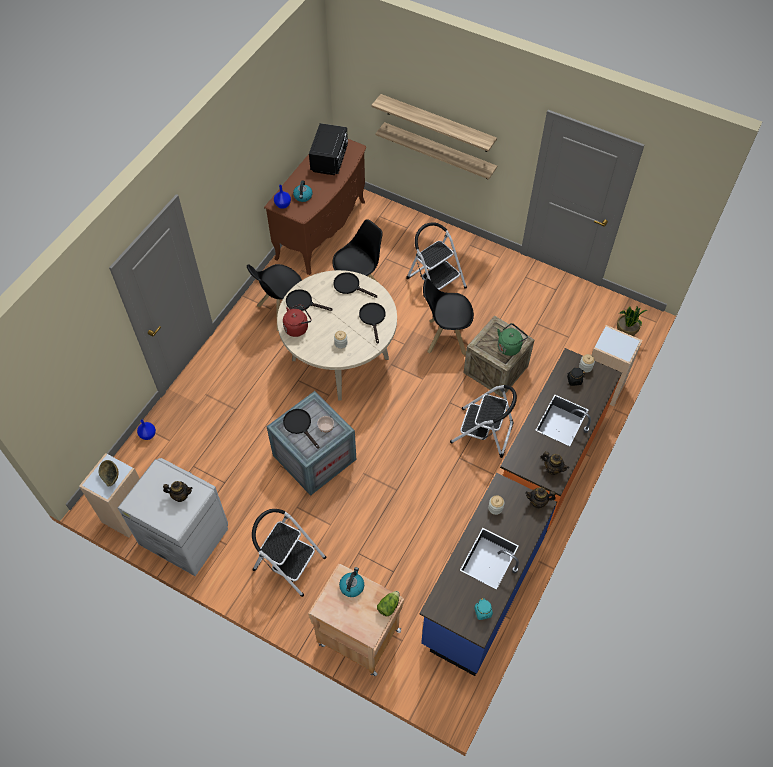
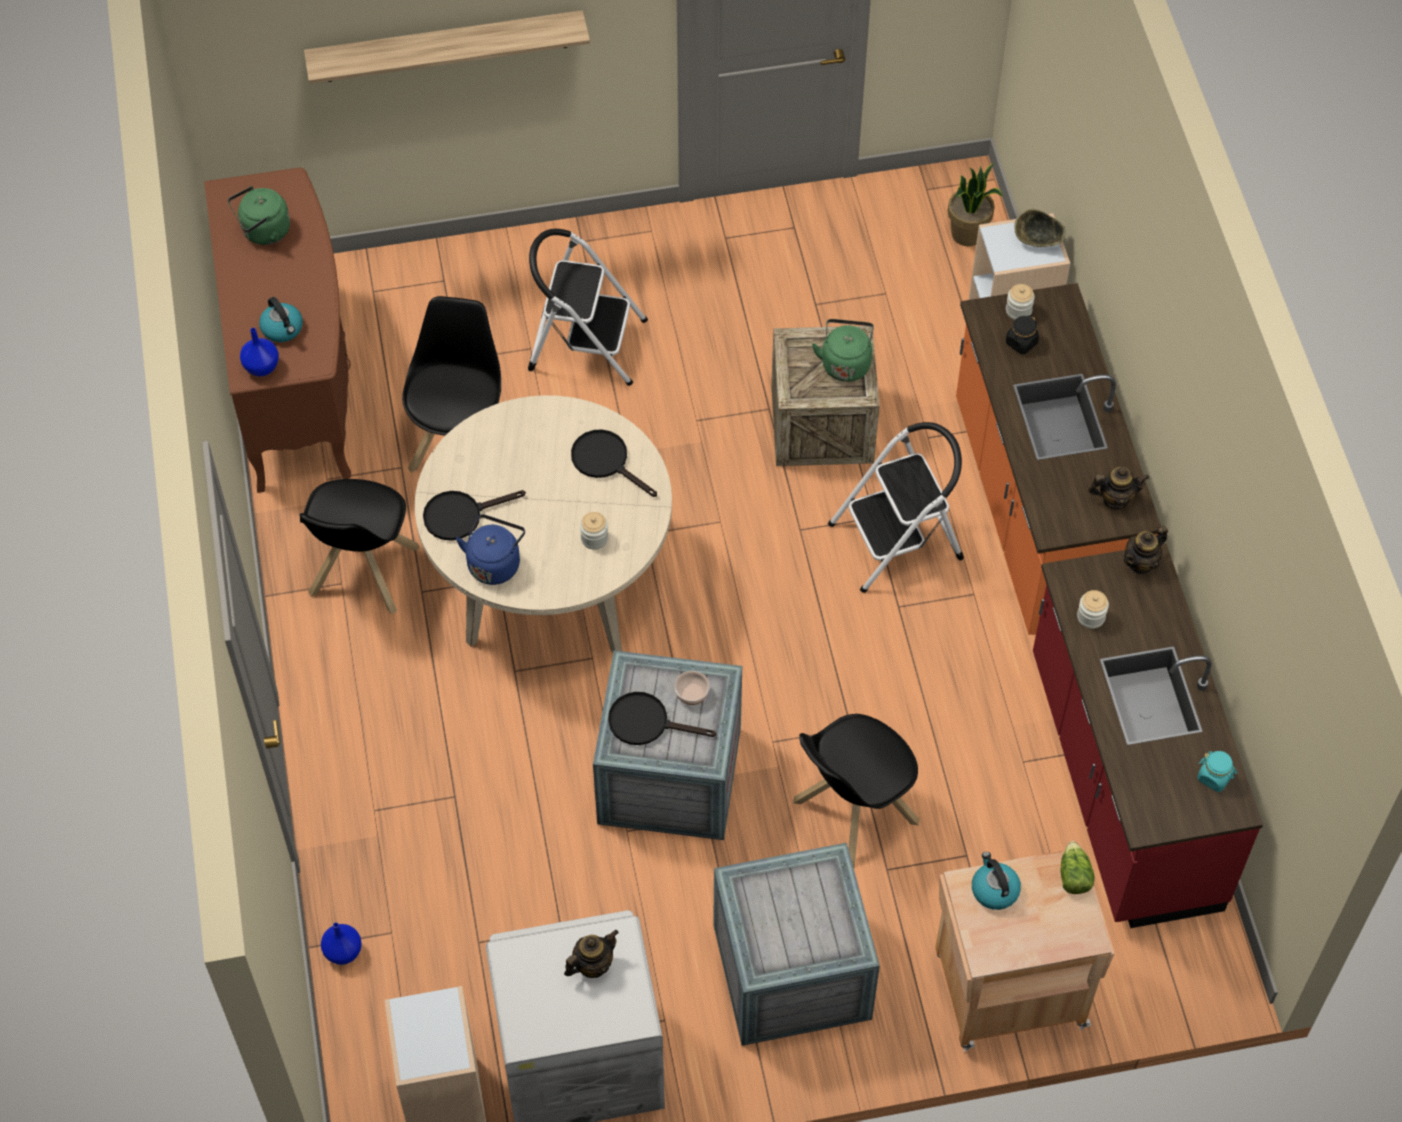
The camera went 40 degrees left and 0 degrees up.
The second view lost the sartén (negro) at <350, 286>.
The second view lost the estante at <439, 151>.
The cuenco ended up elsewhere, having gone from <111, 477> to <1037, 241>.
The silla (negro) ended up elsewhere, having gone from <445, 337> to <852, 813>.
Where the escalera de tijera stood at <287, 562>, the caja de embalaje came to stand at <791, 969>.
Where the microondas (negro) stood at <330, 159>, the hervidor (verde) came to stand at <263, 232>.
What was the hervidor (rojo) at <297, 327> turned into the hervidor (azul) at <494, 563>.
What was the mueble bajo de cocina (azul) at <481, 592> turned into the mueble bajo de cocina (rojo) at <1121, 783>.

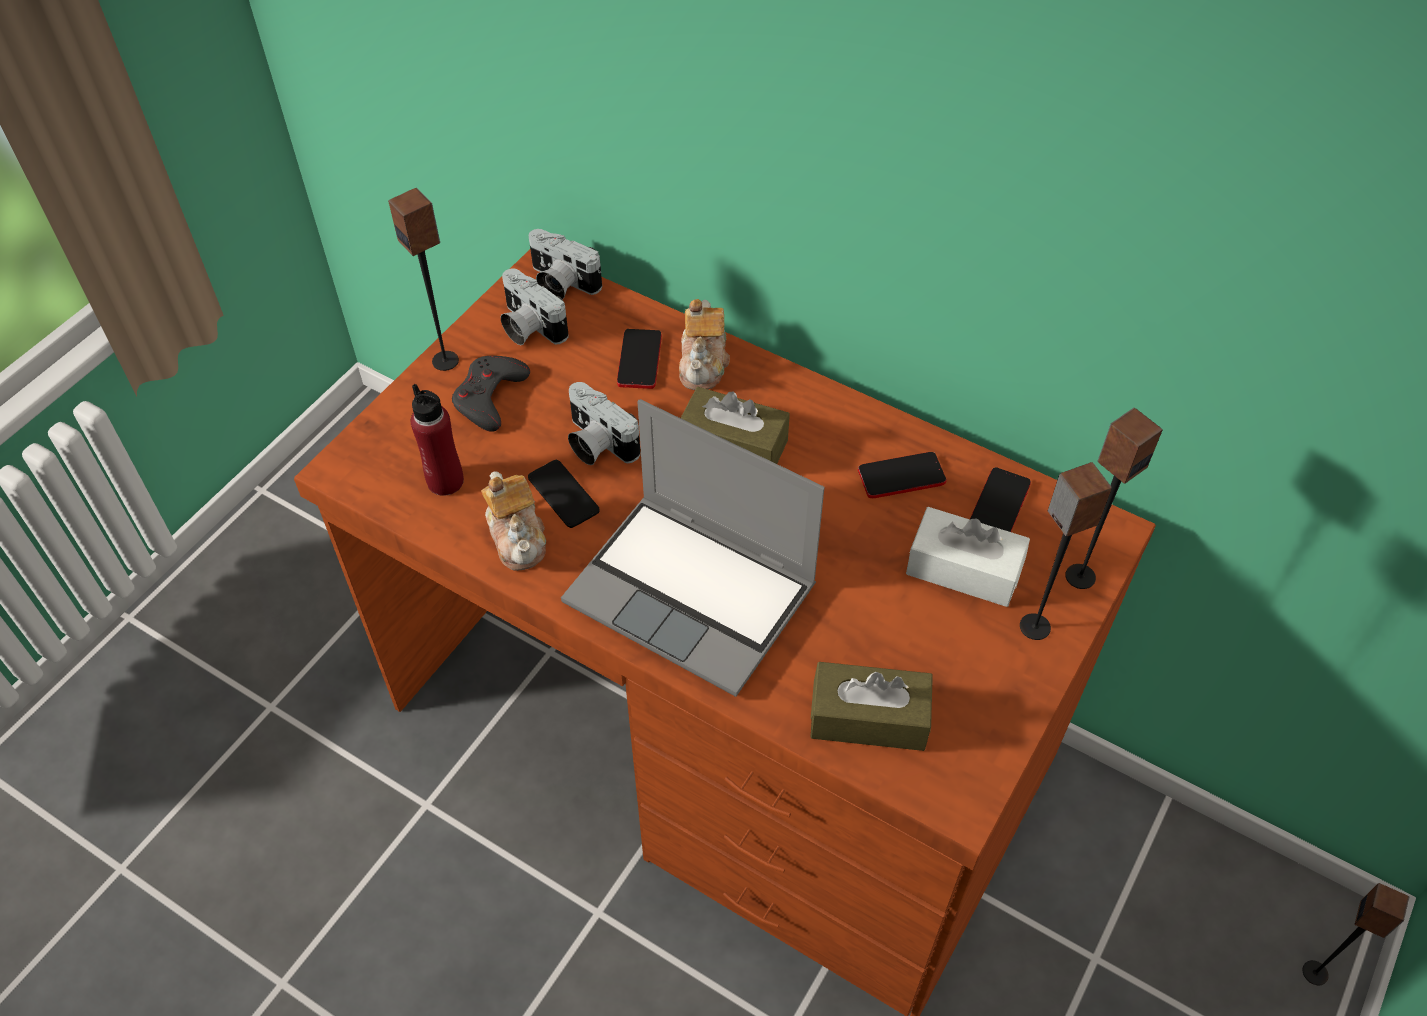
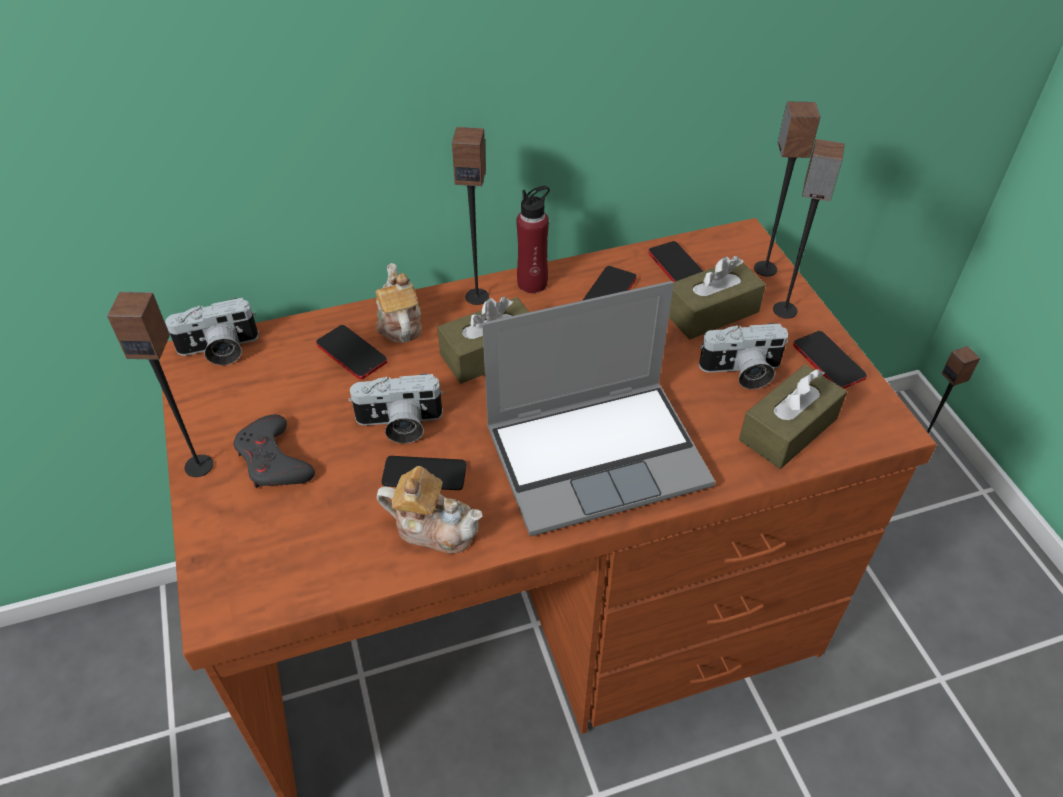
The camera went 50 degrees left and 5 degrees down.
The second view gained the altavoz at <477, 296>.
The second view gained the móvil at <828, 361>.
The botella (rojo) ended up elsewhere, having gone from <445, 481> to <532, 283>.
The cámara ended up elsewhere, having gone from <528, 327> to <741, 372>.
What was the caja de pañuelos (blanco) at <963, 569> turned into the caja de pañuelos (marrón) at <711, 312>.
The tetera at <704, 364> ended up facing another way, 150 degrees counterclockwise from before.

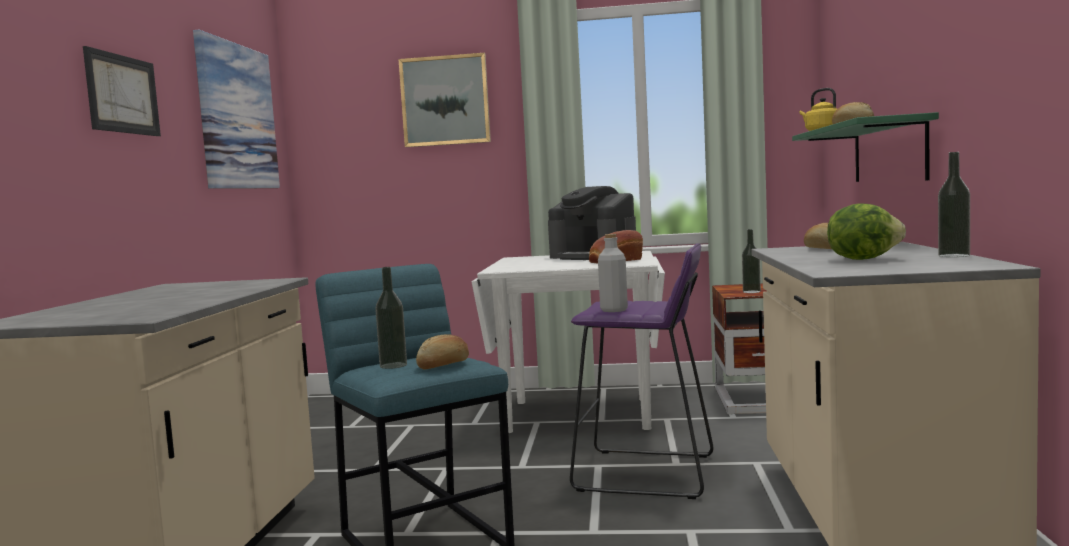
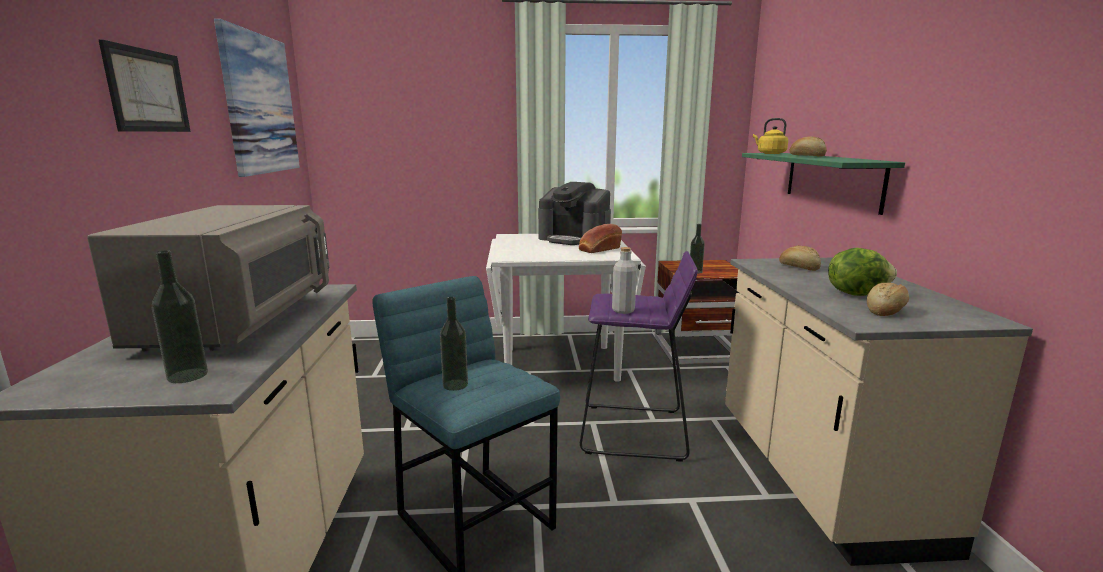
The camera went 10 degrees left and 10 degrees up.
The second view lost the cuadro at <445, 101>.
The second view gained the microondas (gris) at <242, 321>.
The pan ended up elsewhere, having gone from <444, 365> to <885, 311>.
The botella ended up elsewhere, having gone from <954, 255> to <187, 375>.

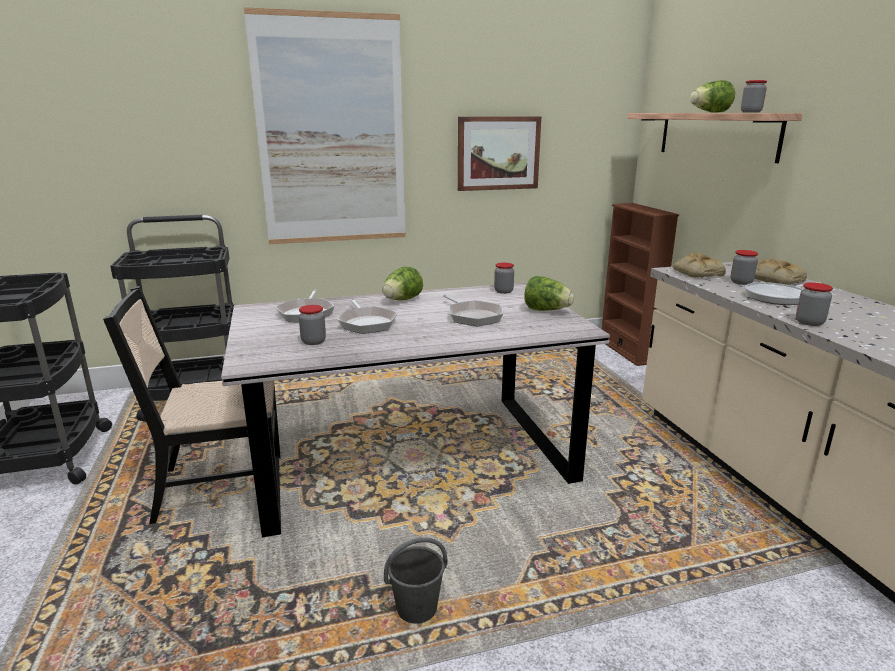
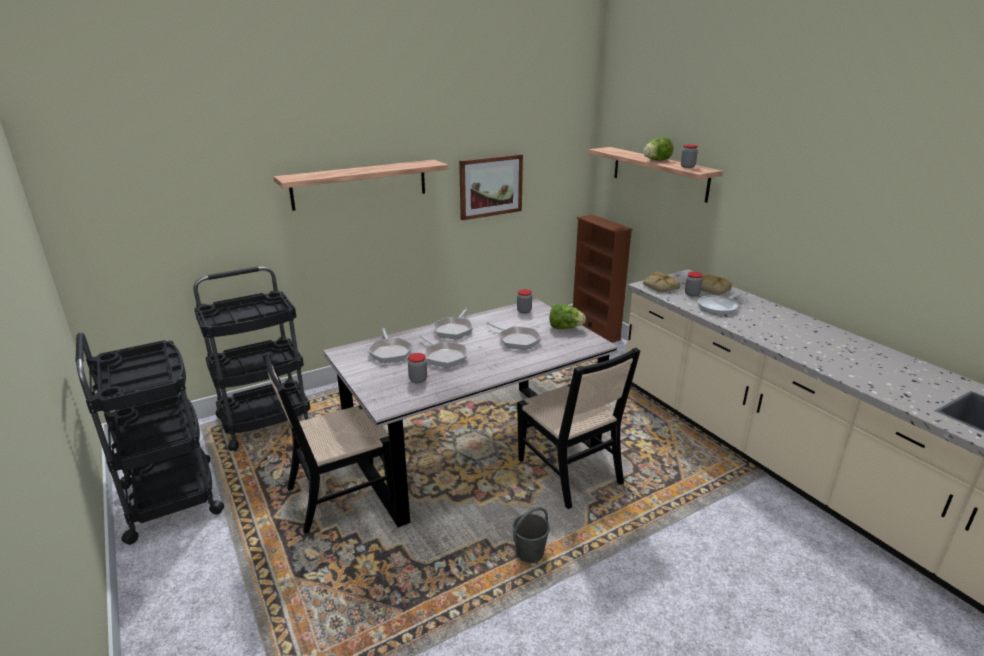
The camera went 15 degrees left and 5 degrees up.
The second view lost the tarro at <809, 322>.
The second view gained the silla at <569, 472>.
Where the cuadro hung at <332, 133>, the estante came to hang at <360, 184>.
Where the lechuga stood at <402, 300>, the sartén came to stand at <454, 329>.

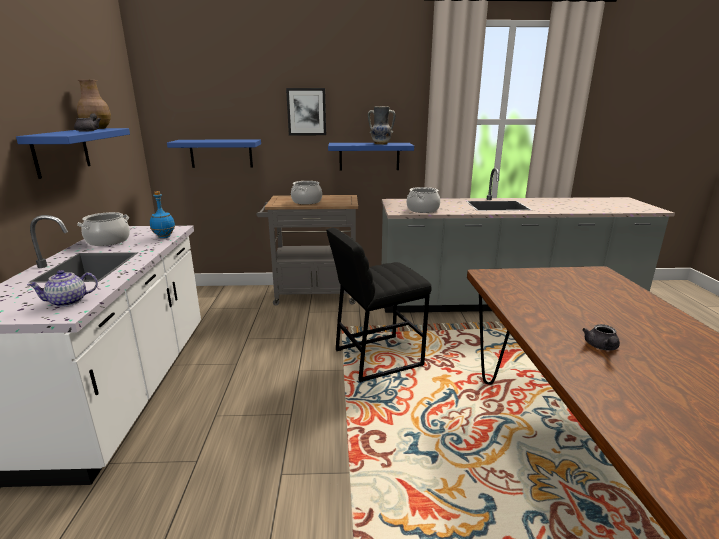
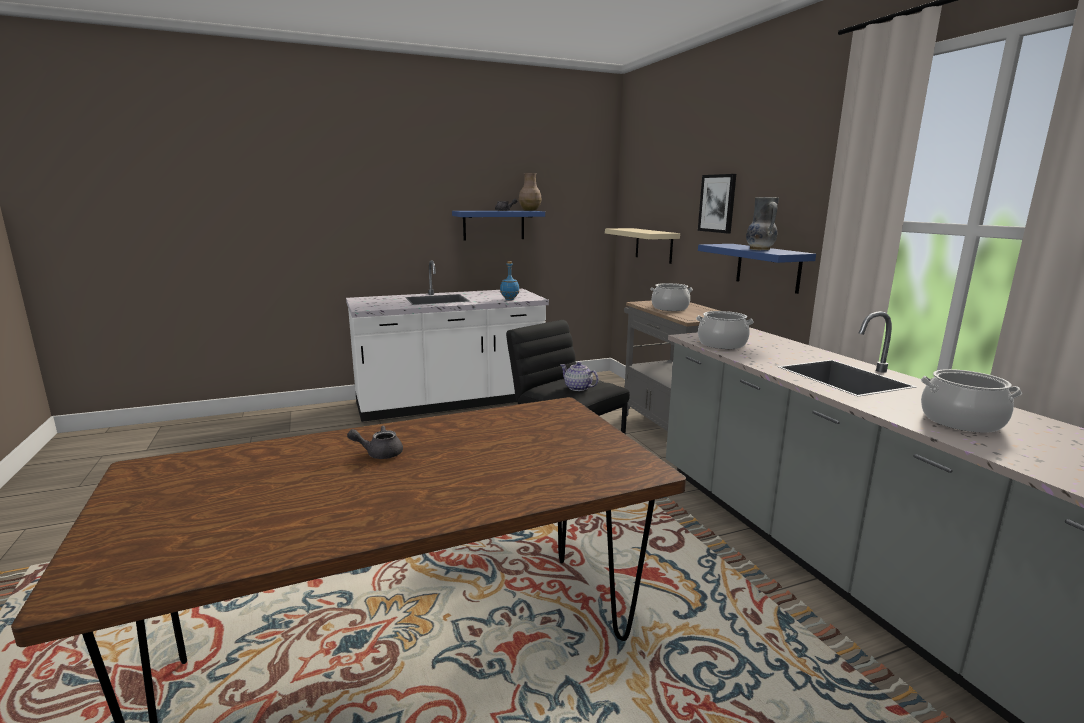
The camera went 70 degrees right and 5 degrees down.
The tetera ended up elsewhere, having gone from <68, 302> to <578, 388>.
The olla ended up elsewhere, having gone from <108, 241> to <961, 421>.
What was the estante (azul) at <221, 153> turned into the estante (beis) at <654, 245>.

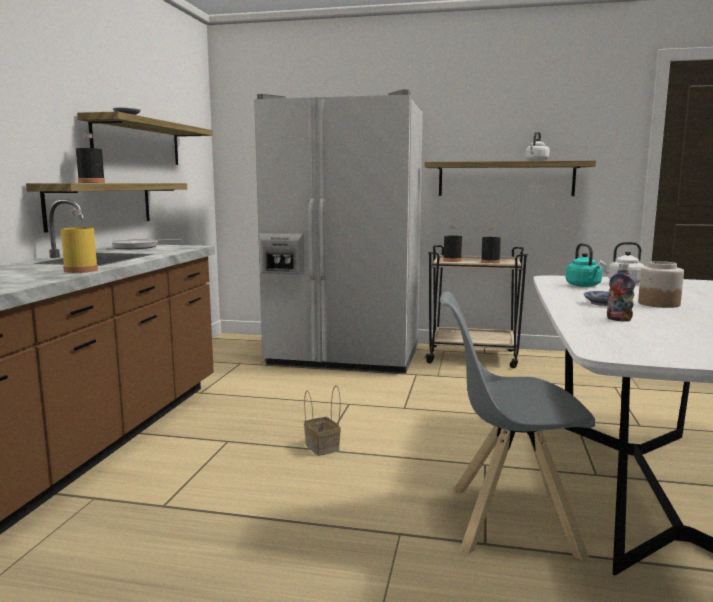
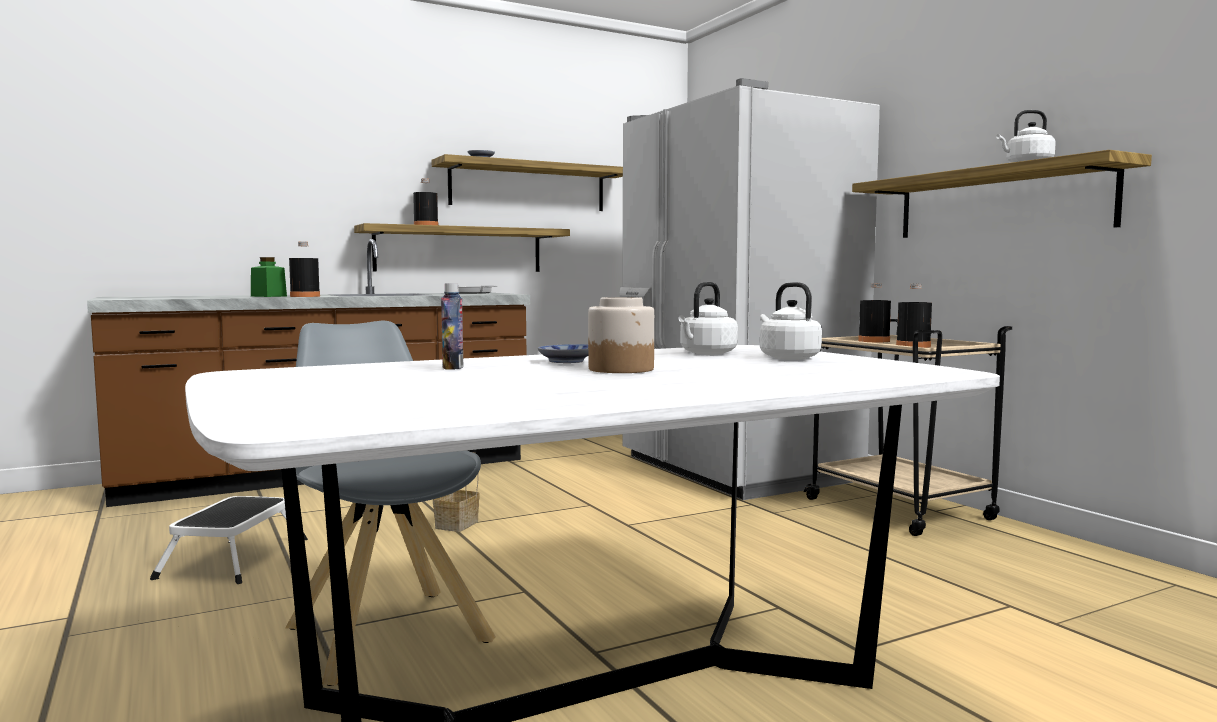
The camera went 50 degrees right and 5 degrees down.
The second view gained the escalera de tijera (negro) at <233, 558>.
The second view gained the tarro (verde) at <268, 296>.
What was the botella (amarillo) at <81, 270> turned into the botella (negro) at <305, 296>.
What was the hervidor (turquesa) at <584, 286> turned into the hervidor (blanco) at <706, 353>.

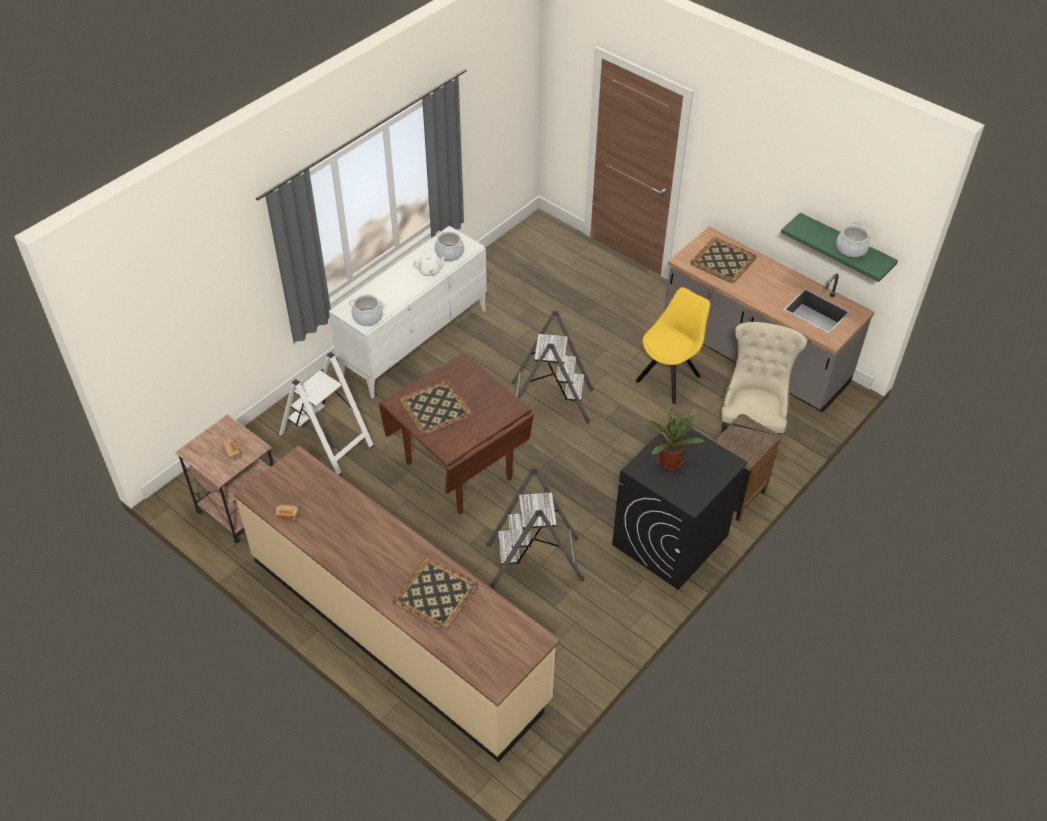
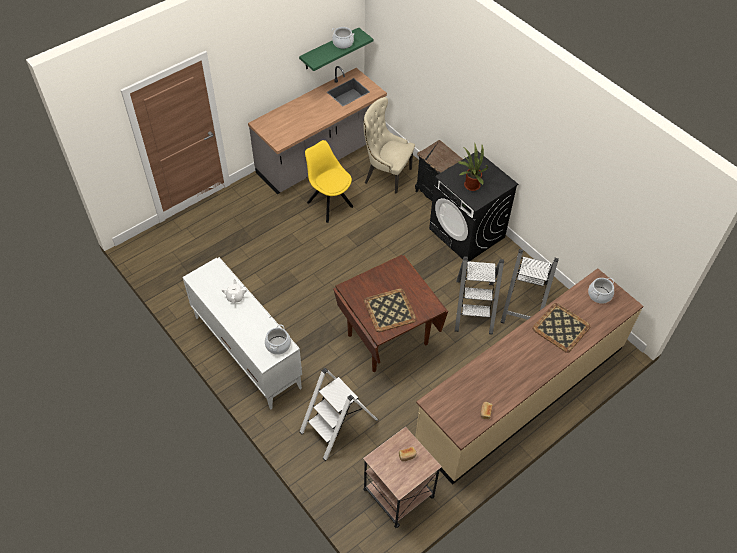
The camera went 80 degrees left and 5 degrees up.
The second view lost the bandeja at <723, 261>.
The olla ended up elsewhere, having gone from <449, 253> to <599, 295>.
The escalera de tijera (gris) ended up elsewhere, having gone from <549, 401> to <524, 303>.

